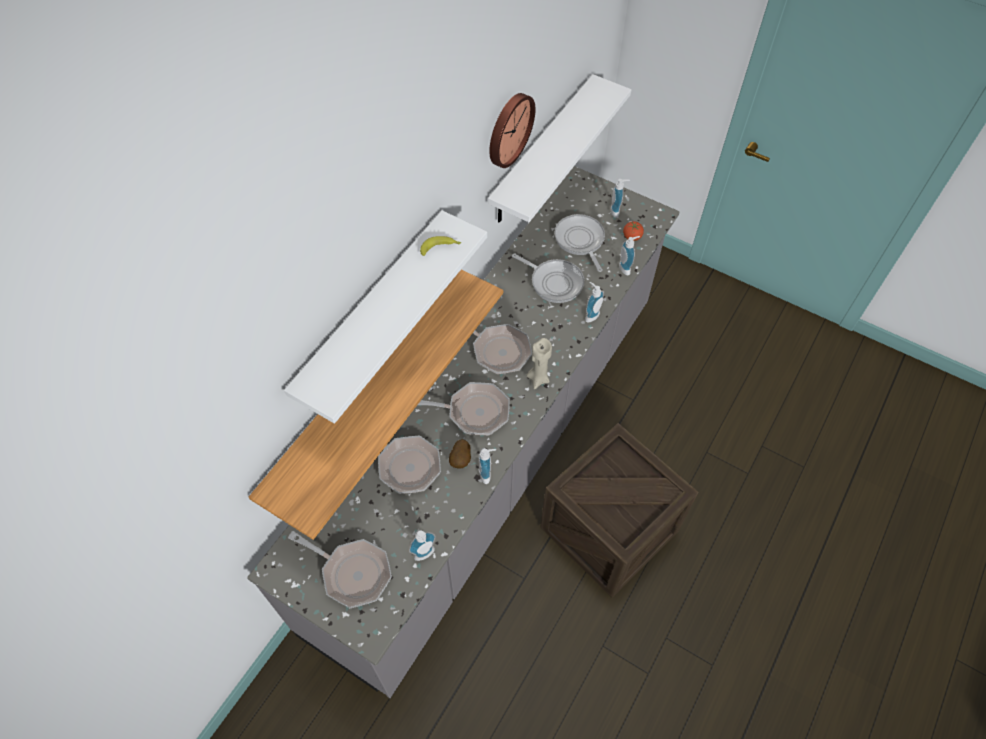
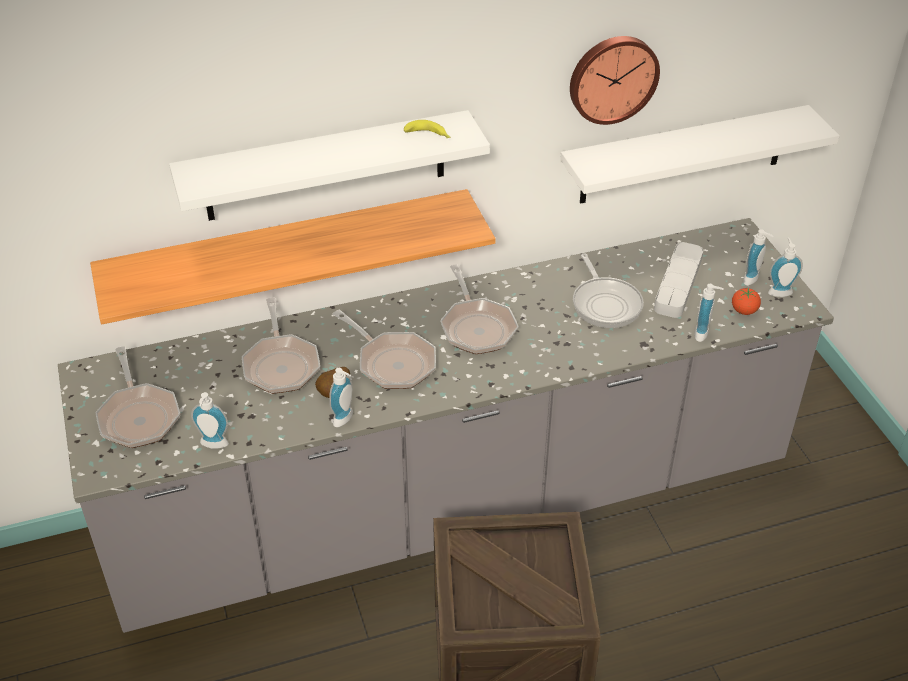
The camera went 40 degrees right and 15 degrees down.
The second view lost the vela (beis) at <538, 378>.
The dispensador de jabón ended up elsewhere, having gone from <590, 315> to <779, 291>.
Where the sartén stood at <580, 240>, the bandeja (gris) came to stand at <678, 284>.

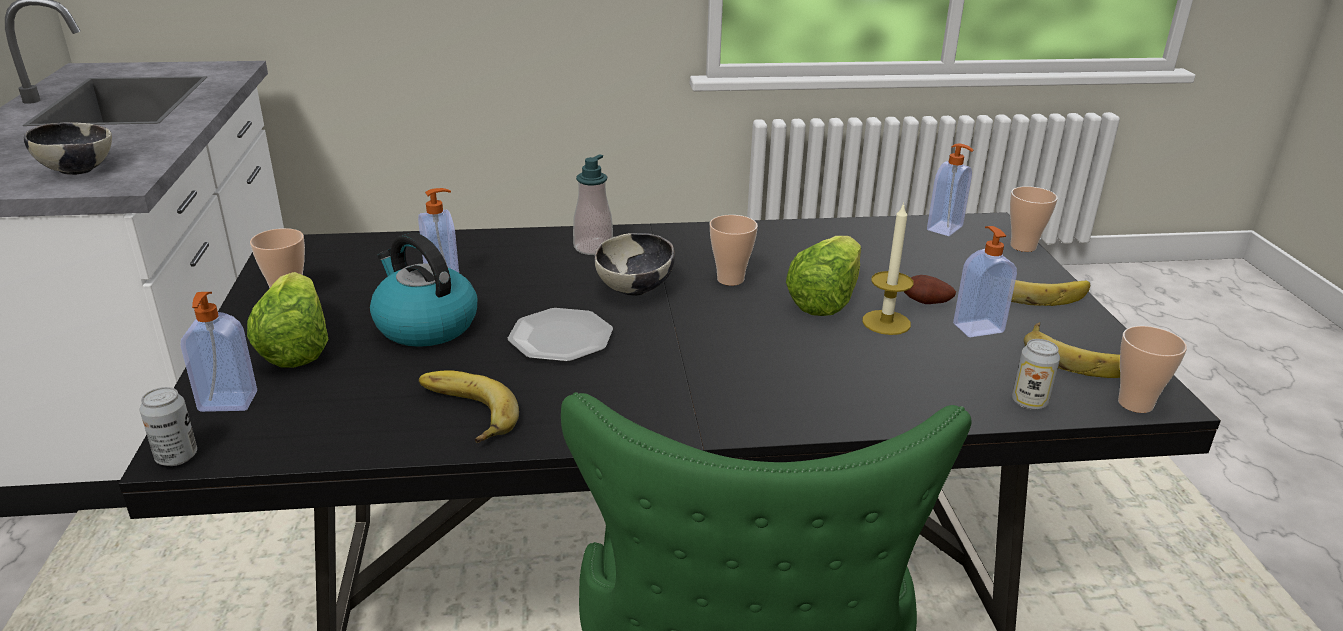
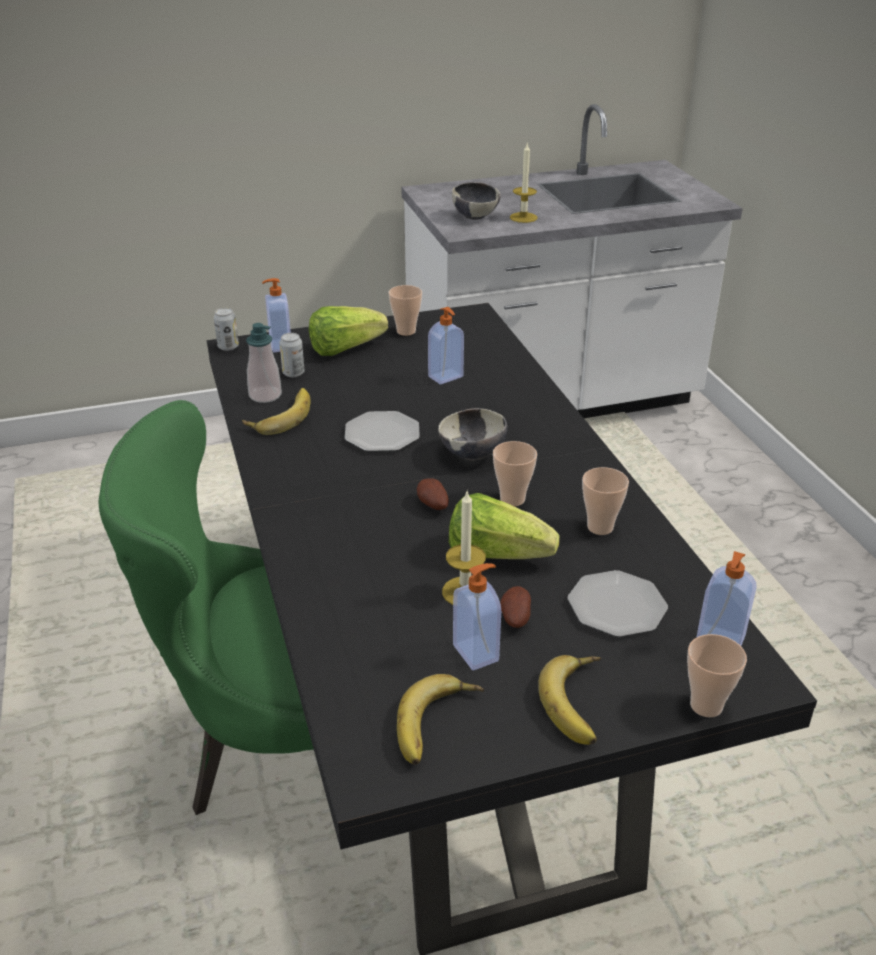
The camera went 80 degrees right and 5 degrees up.
The second view lost the hervidor at <424, 325>.
The second view gained the patata at <432, 505>.
The second view gained the vela at <523, 217>.
The second view gained the plato at <617, 606>.
The dispensador de jabón ended up elsewhere, having gone from <593, 247> to <265, 395>.
The lata ended up elsewhere, having gone from <1029, 402> to <293, 373>.
The taza ended up elsewhere, having gone from <1135, 404> to <600, 527>.

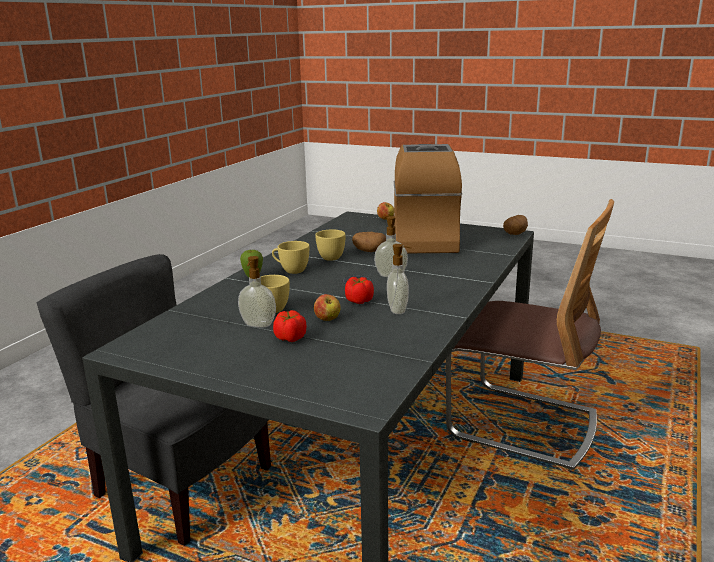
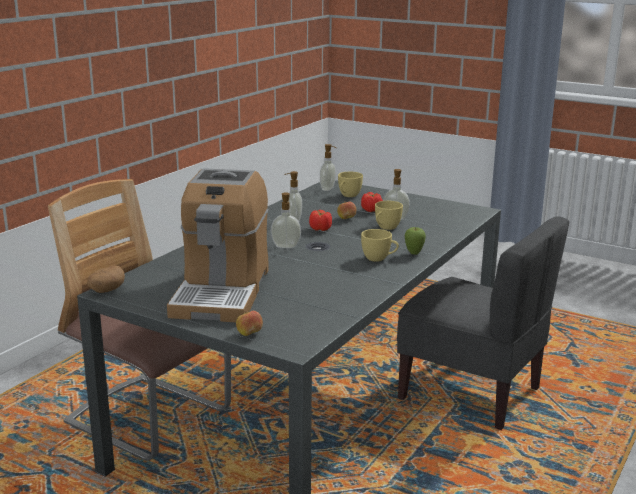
The camera went 175 degrees left and 0 degrees up.
The second view lost the patata at <369, 251>.
The second view gained the dispensador de jabón at <328, 189>.
The taza (amarillo) ended up elsewhere, having gone from <333, 256> to <348, 196>.

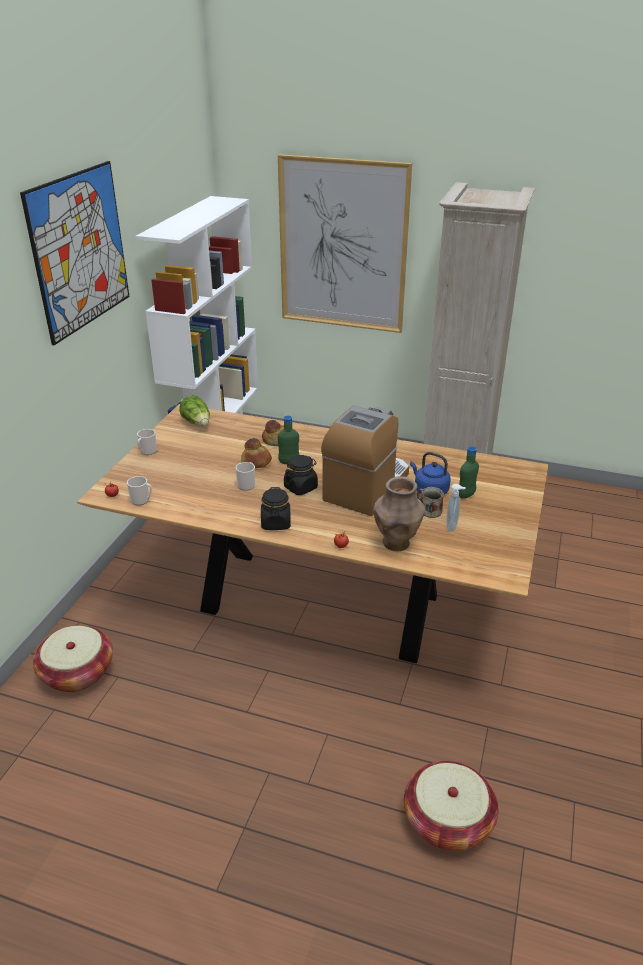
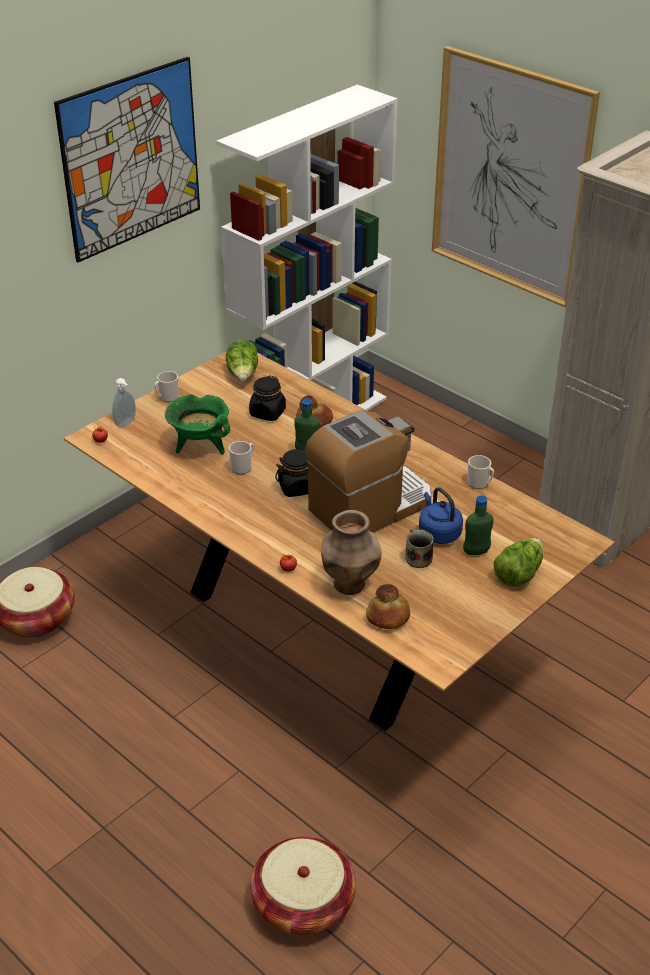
The camera went 25 degrees right and 5 degrees up.
The second view gained the olla (verde) at <200, 446>.
The second view gained the lechuga at <518, 573>.
The taza grande ended up elsewhere, having gone from <142, 500> to <480, 484>.
The pan ended up elsewhere, having gone from <256, 462> to <387, 617>.
The tarro (negro) ended up elsewhere, having gone from <276, 523> to <267, 413>.
The dispensador de jabón ended up elsewhere, having gone from <452, 527> to <126, 423>.

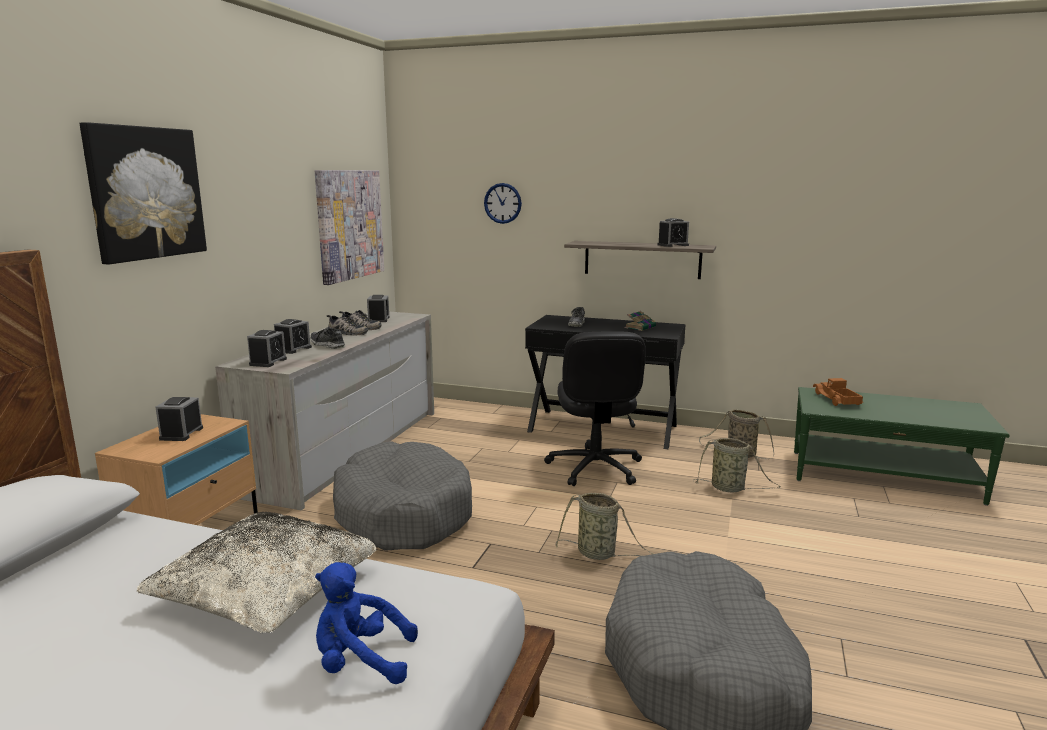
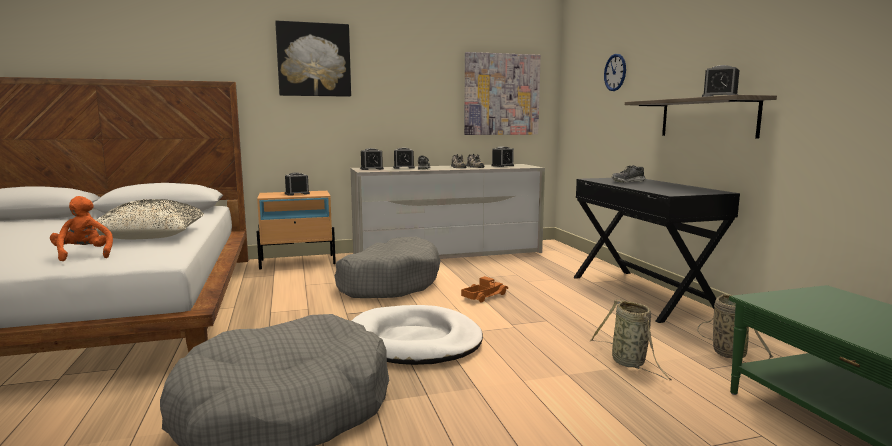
The camera went 55 degrees right and 5 degrees down.
The second view lost the silla de oficina (negro) at <594, 468>.
The second view lost the libro at <640, 327>.
The camión de juguete ended up elsewhere, having gone from <836, 400> to <483, 296>.
Where the cesta stood at <599, 554>, the cama para perro (blanco) came to stand at <414, 341>.
What was the peluche (azul) at <360, 662> turned into the peluche (naranja) at <84, 255>.

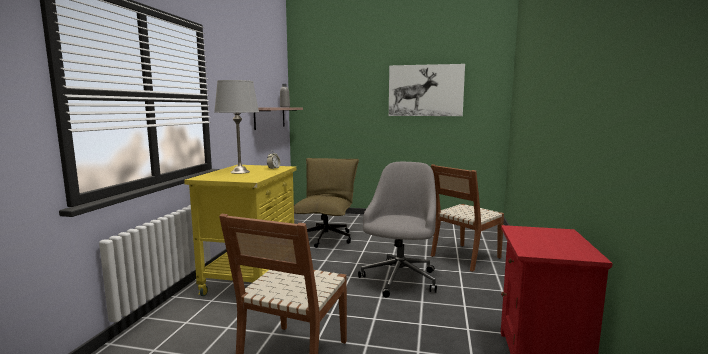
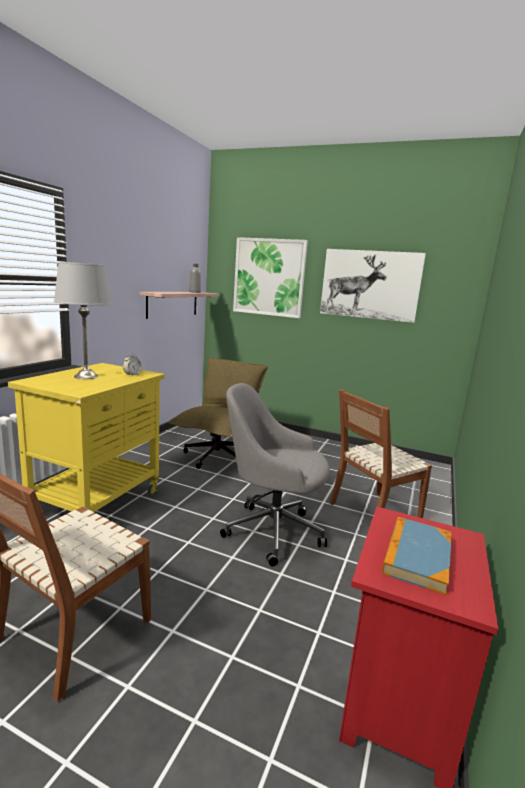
The camera went 10 degrees right and 5 degrees up.
The second view gained the cuadro at <269, 277>.
The second view gained the libro at <417, 556>.
The silla de oficina (gris) at <399, 278> ended up facing another way, 105 degrees counterclockwise from before.

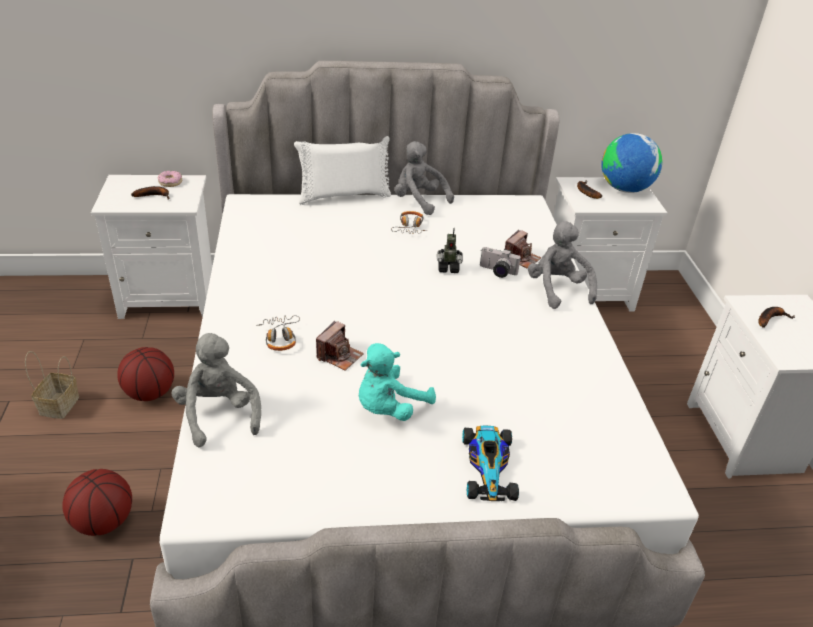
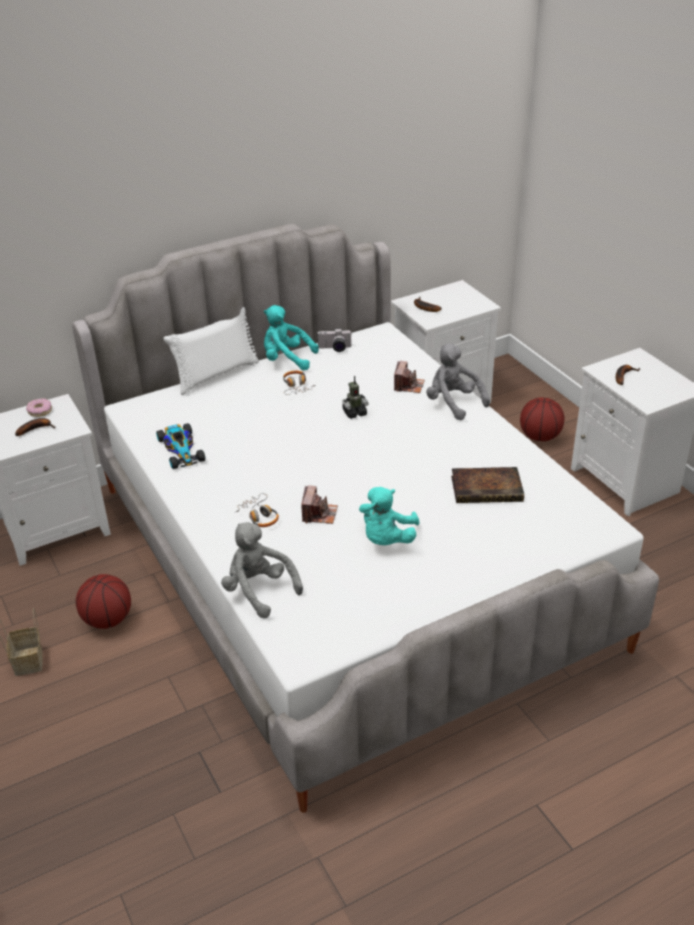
The camera went 20 degrees left and 0 degrees up.
The second view lost the globo terráqueo at <624, 189>.
The second view gained the libro at <488, 489>.
The balón de baloncesto ended up elsewhere, having gone from <104, 521> to <539, 436>.
The coche de juguete ended up elsewhere, having gone from <488, 466> to <181, 449>.
The cámara ended up elsewhere, having gone from <497, 272> to <334, 349>.
What was the peluche (gris) at <418, 201> turned into the peluche (turquesa) at <286, 359>.

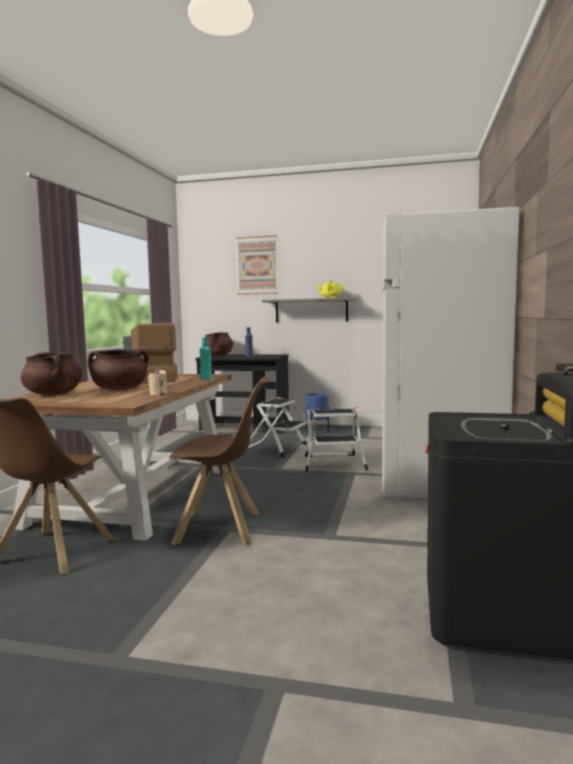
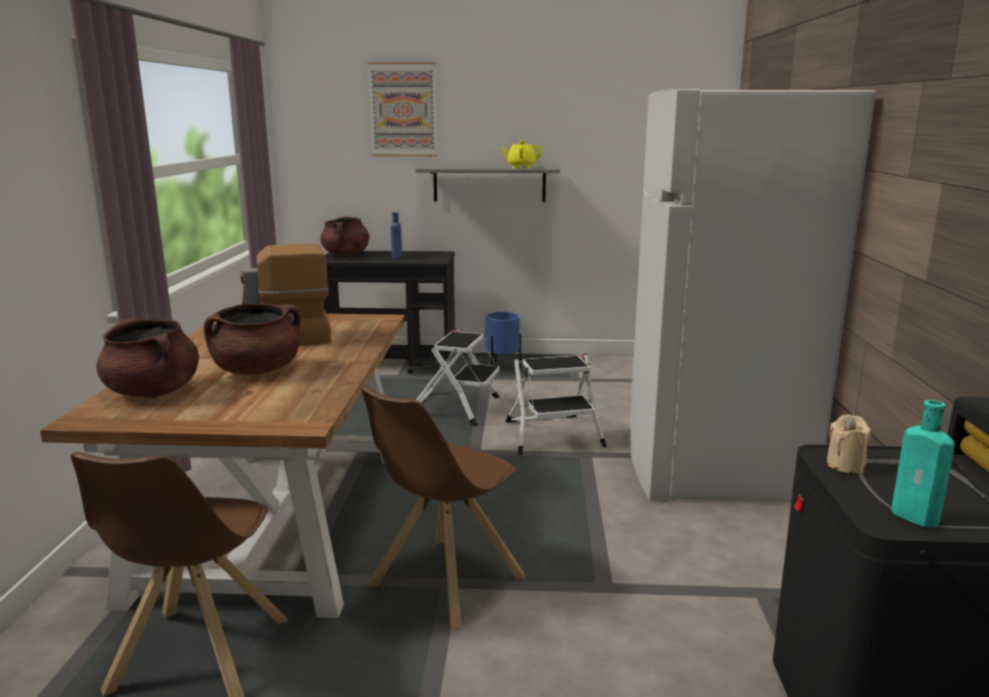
The camera went 10 degrees left and 10 degrees up.
The vela (beis) ended up elsewhere, having gone from <158, 394> to <845, 465>.
The botella (turquesa) ended up elsewhere, having gone from <206, 378> to <918, 518>.
The silla (marrón) at <221, 528> ended up facing another way, 135 degrees clockwise from before.

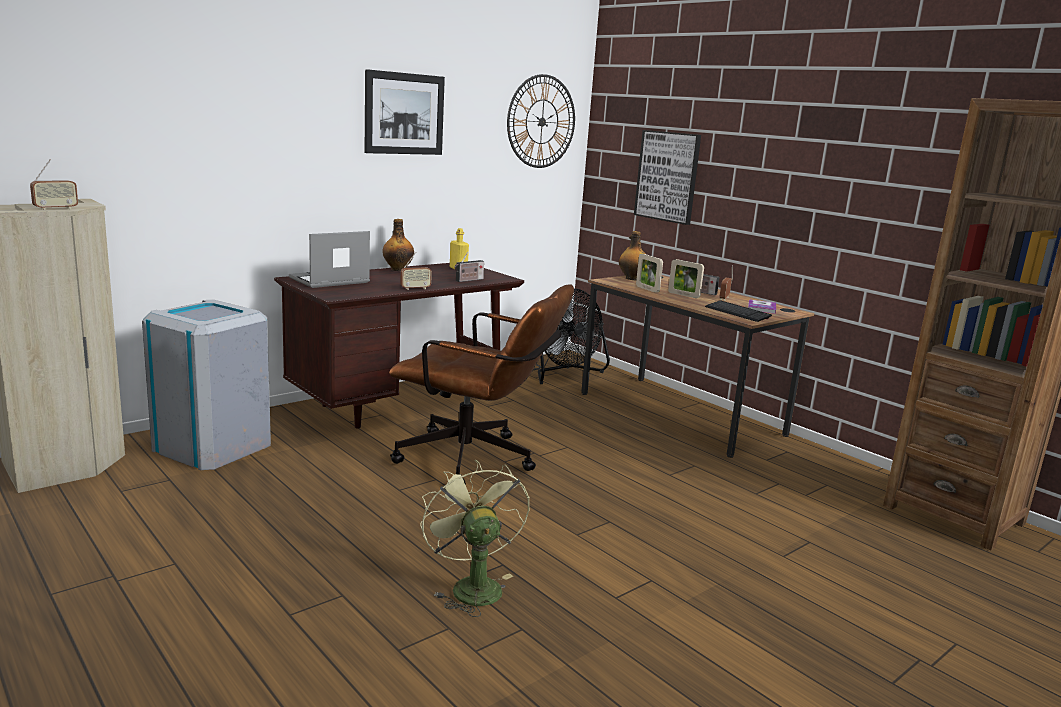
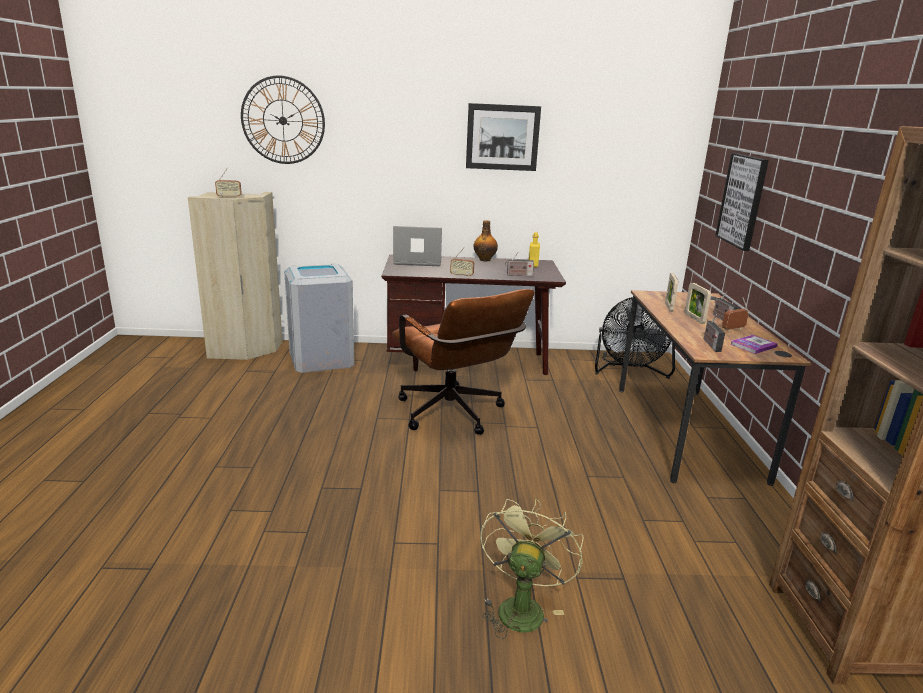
The camera went 40 degrees right and 5 degrees up.
The second view lost the botella at <632, 278>.
The ventilador (verde) ended up elsewhere, having gone from <471, 586> to <521, 606>.
The reloj de pared ended up elsewhere, having gone from <541, 121> to <283, 120>.
Where the teclado stood at <737, 313>, the radio came to stand at <710, 344>.

